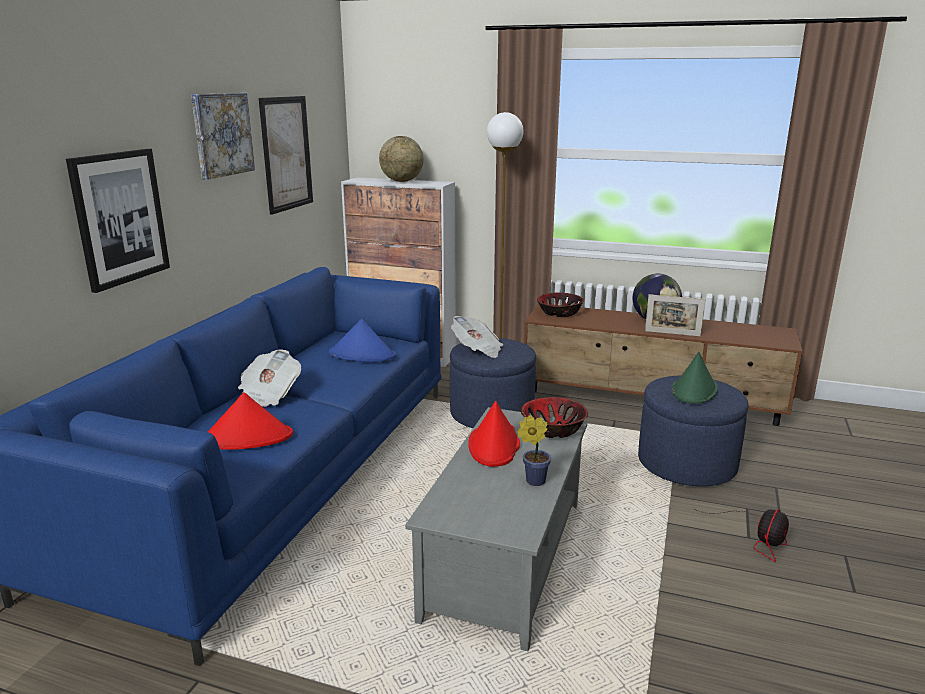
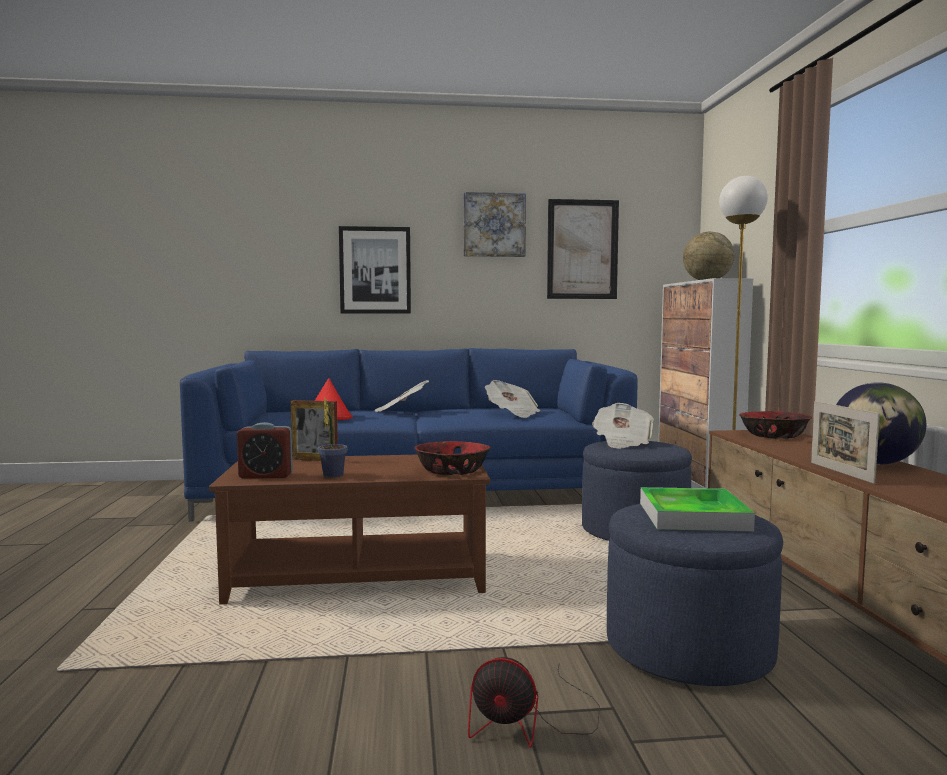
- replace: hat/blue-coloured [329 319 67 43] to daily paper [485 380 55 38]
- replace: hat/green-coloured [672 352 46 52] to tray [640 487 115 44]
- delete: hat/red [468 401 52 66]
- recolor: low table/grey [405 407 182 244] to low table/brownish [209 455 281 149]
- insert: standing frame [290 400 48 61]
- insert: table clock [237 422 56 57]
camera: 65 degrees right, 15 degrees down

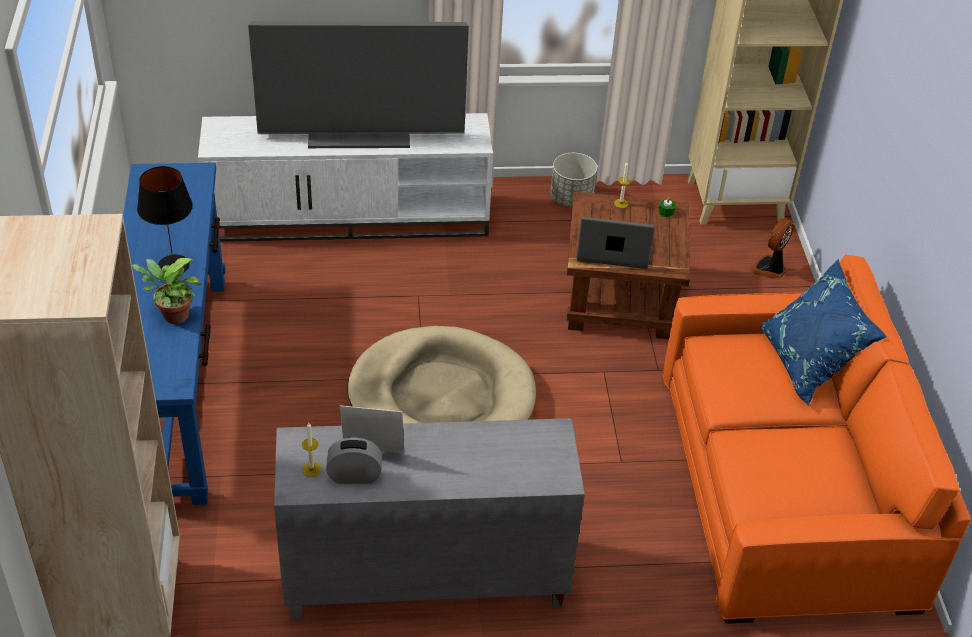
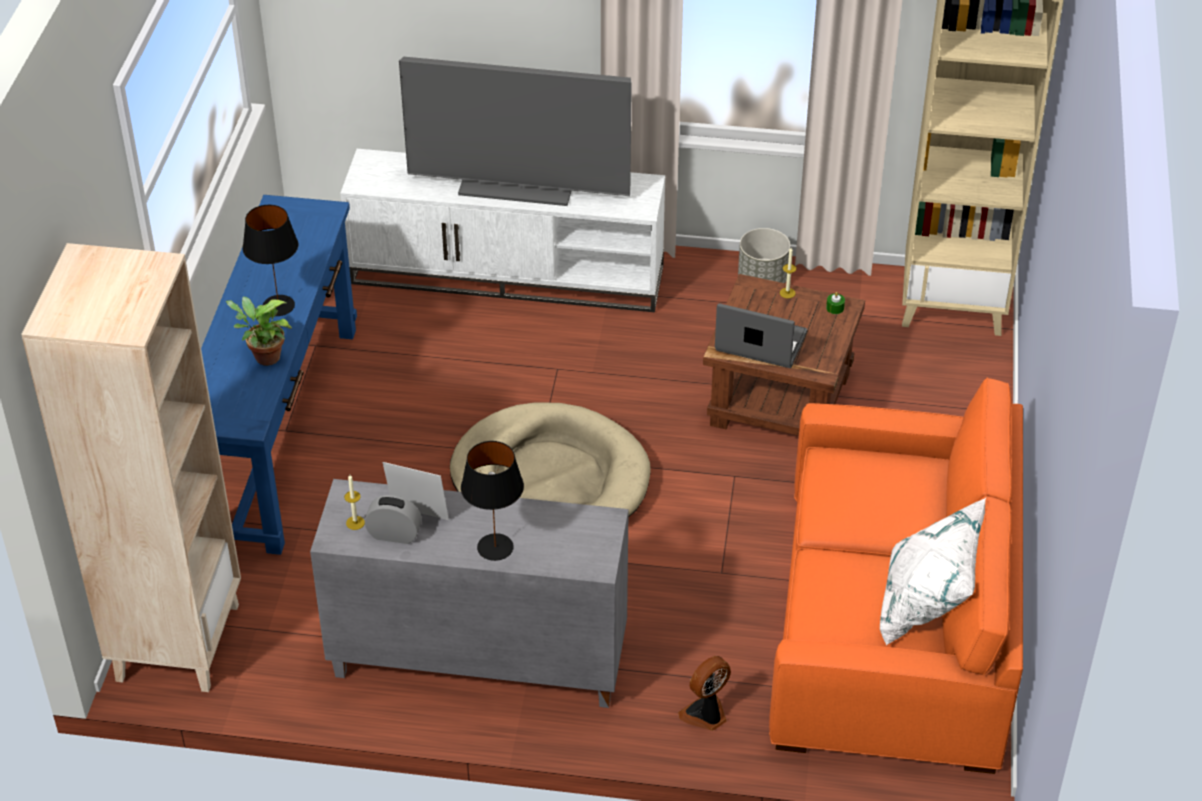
- move: fan [750 218 44 60] to [678 656 53 75]
- delete: pillow/blue-coloured [760 259 127 147]
- insert: tabletop lamp/blackish [461 441 63 120]
- insert: pillow/whitish [880 498 106 147]
camera: 15 degrees right, 0 degrees up

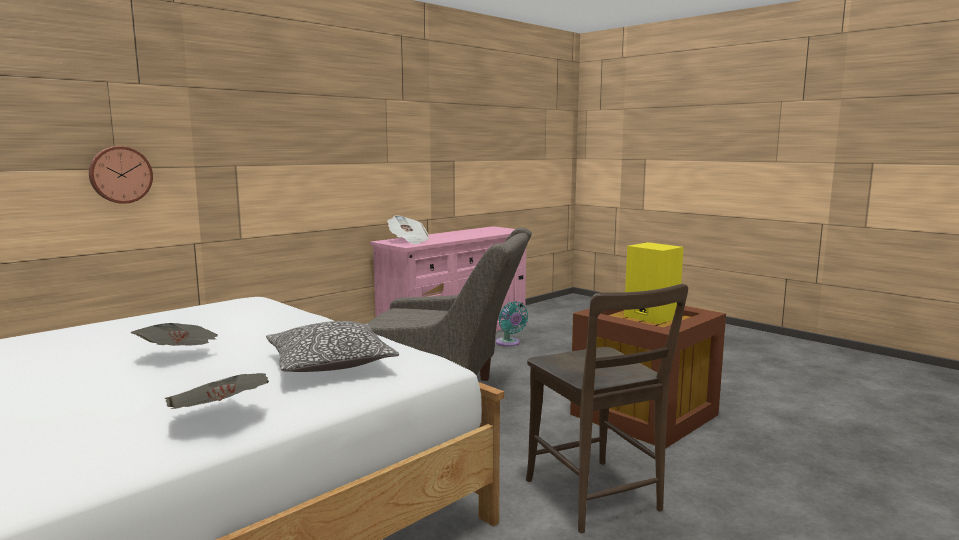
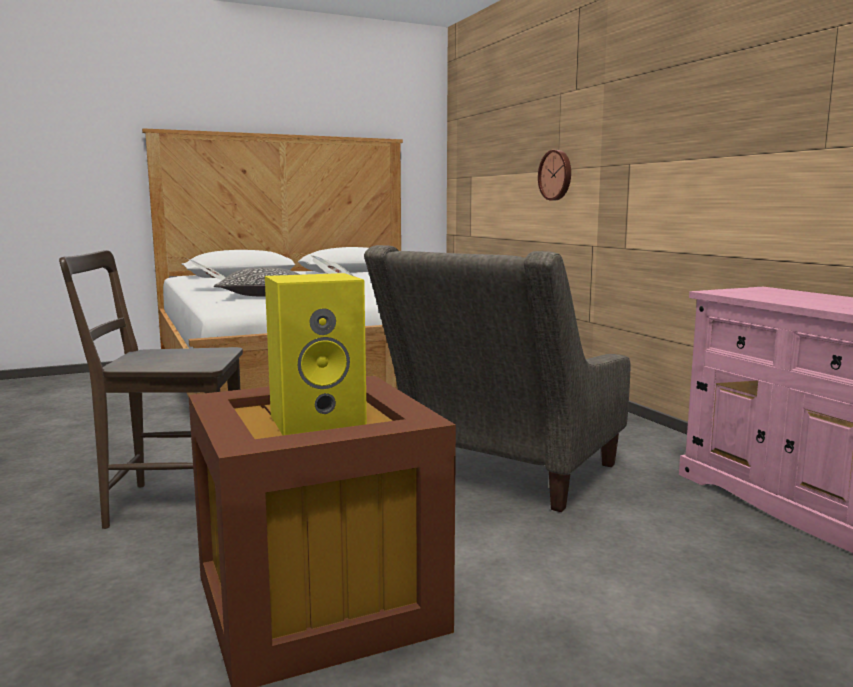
- delete: daily paper [387 215 43 29]
- delete: fan/turquoise [496 301 32 45]
camera: 110 degrees right, 0 degrees up

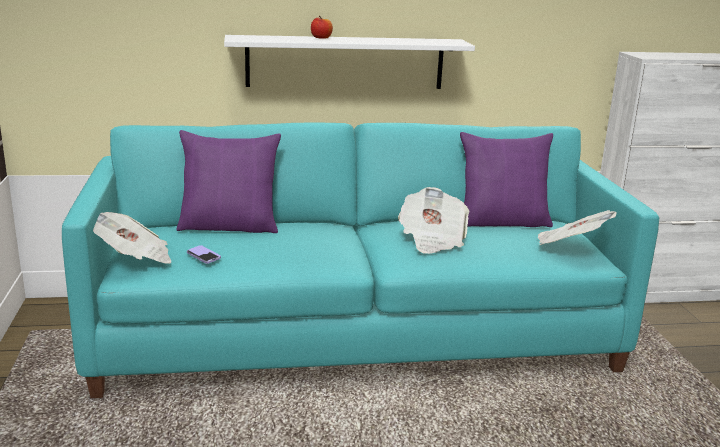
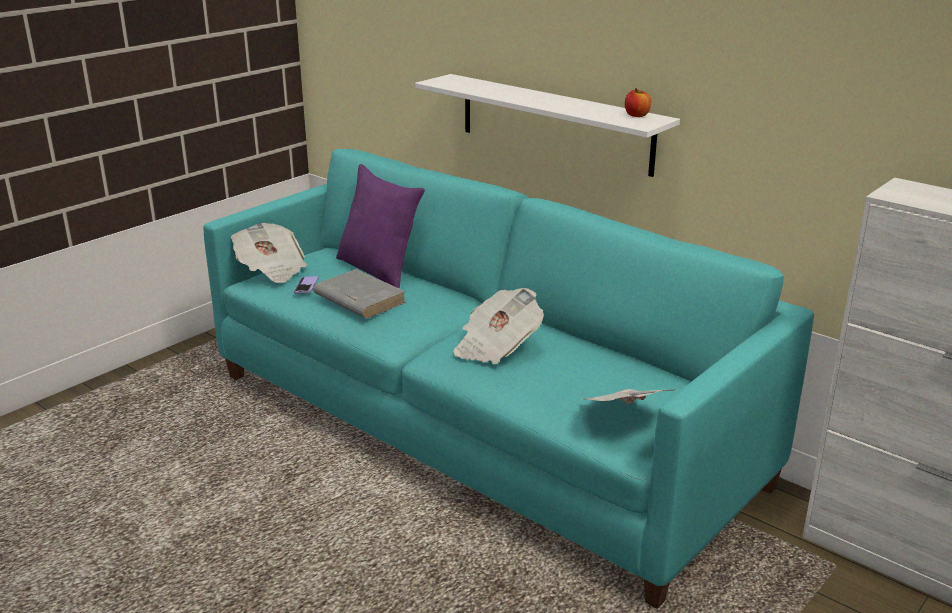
- move: apple [311 16 22 23] to [625 88 26 29]
- delete: pillow/purple [460 132 93 95]
- insert: book/grey [314 269 92 50]
camera: 50 degrees right, 5 degrees up

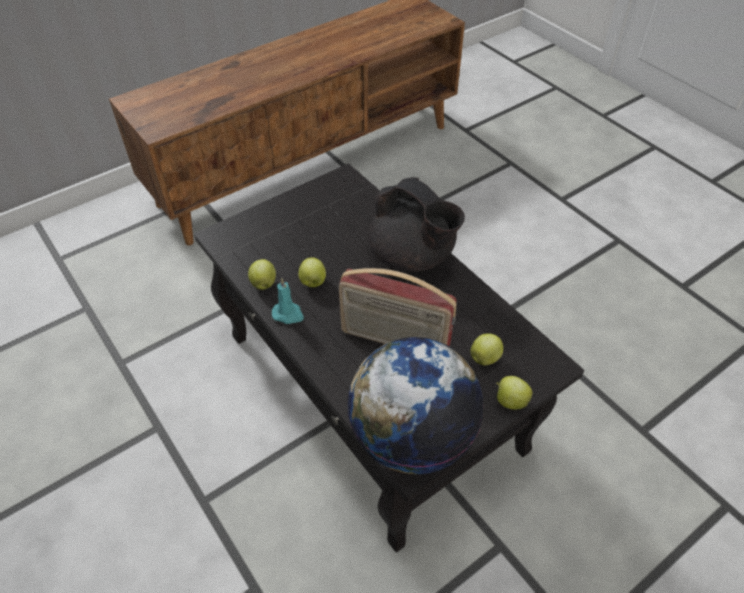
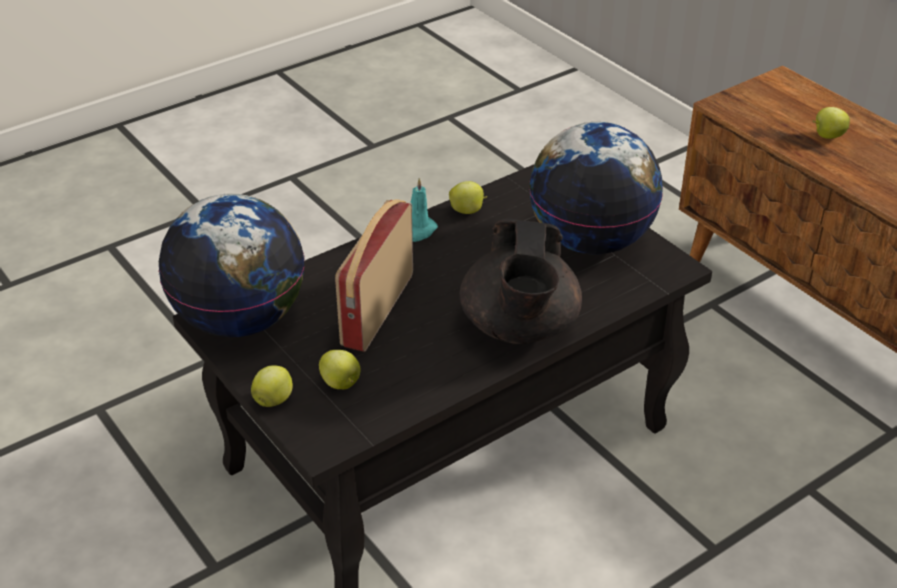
- rotate: teapot/blackish [368 177 97 95] = [460 218 122 126] 45 degrees counterclockwise
- move: apple [298 257 28 30] to [813 107 37 32]
- insert: desk globe [529 122 134 133]
camera: 90 degrees right, 10 degrees down

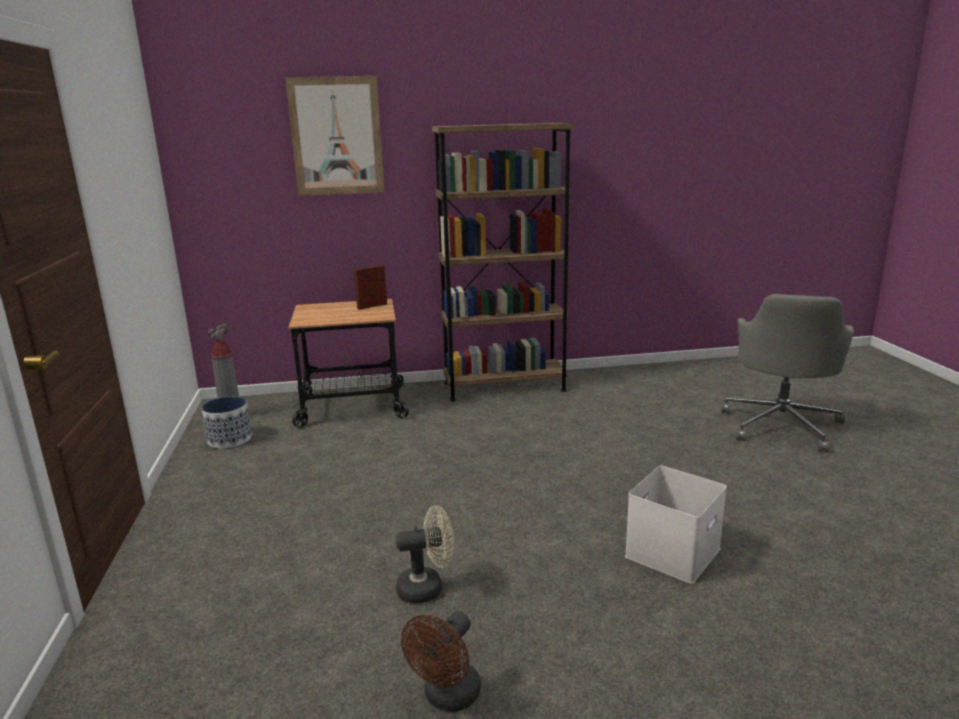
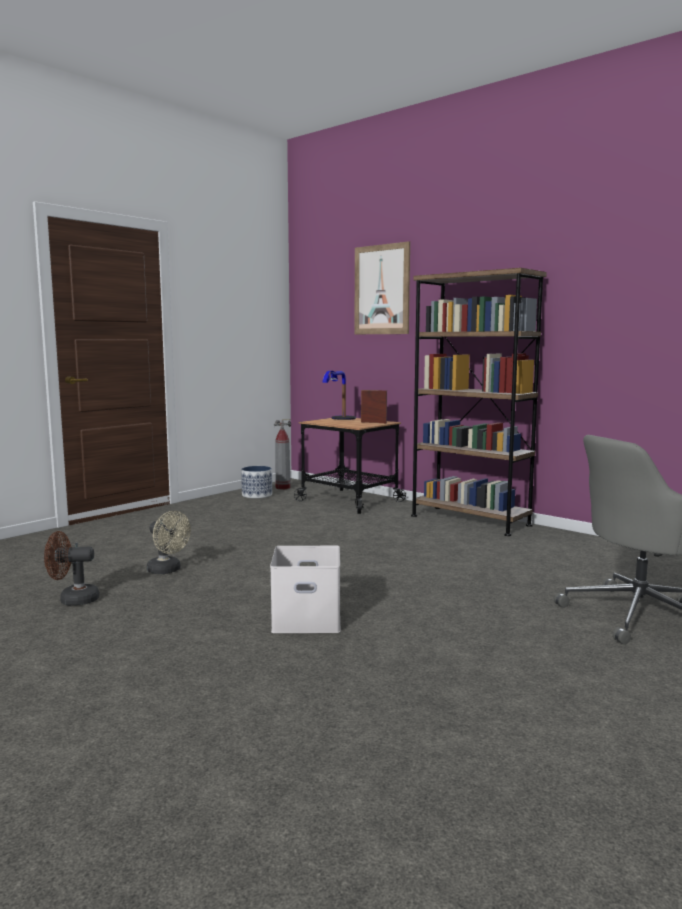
- insert: tabletop lamp [323 371 33 49]
camera: 50 degrees right, 10 degrees down

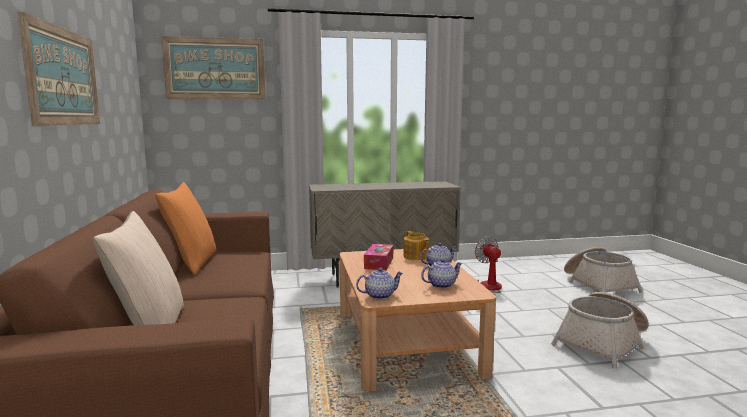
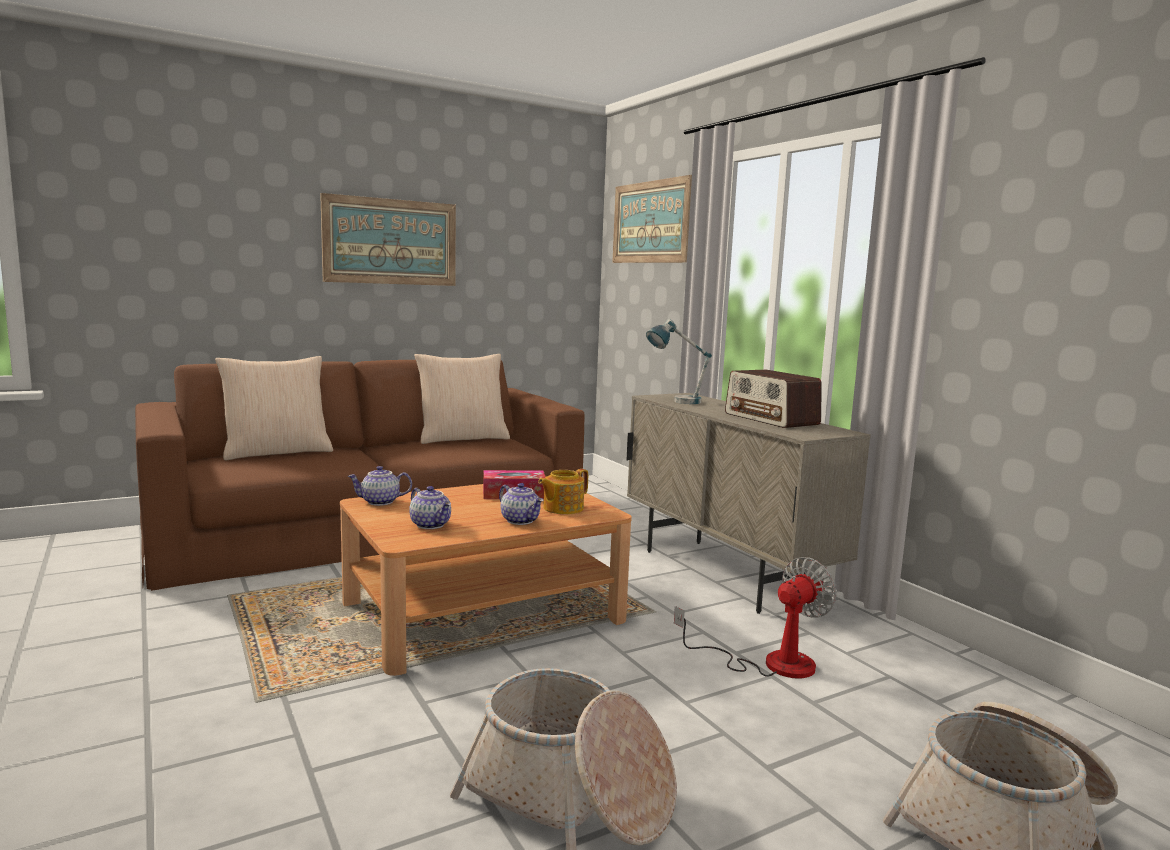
- recolor: pillow/orange [155 182 62 93] to pillow/beige-coloured [414 354 96 90]
- rotate: teapot [356 268 47 32] = [348 466 64 40] 120 degrees clockwise
- insert: tabletop lamp [646 319 66 85]
- insert: radio [725 370 97 58]
camera: 70 degrees right, 0 degrees up

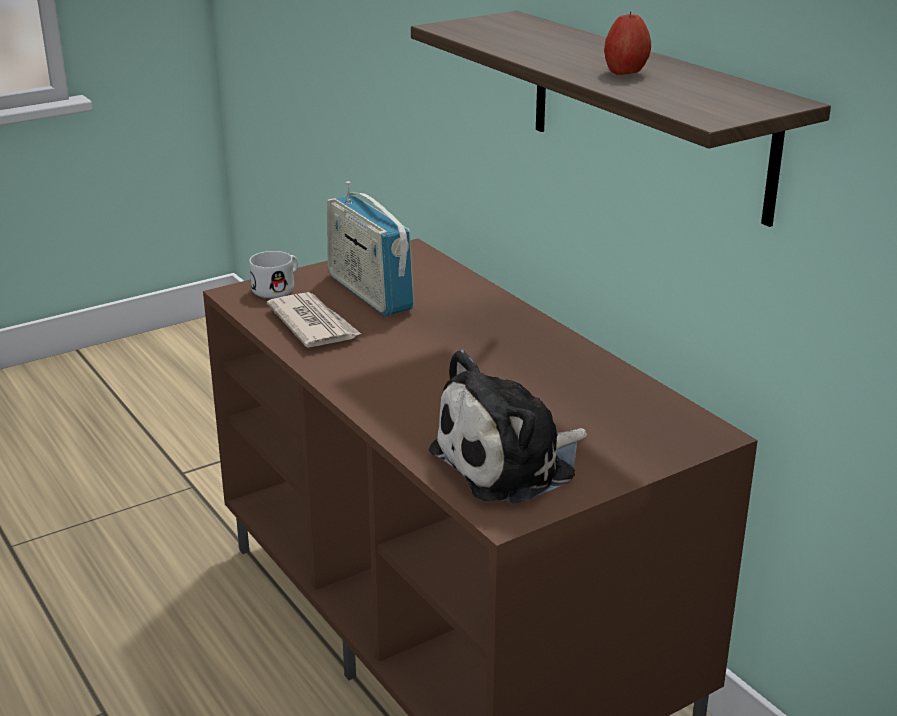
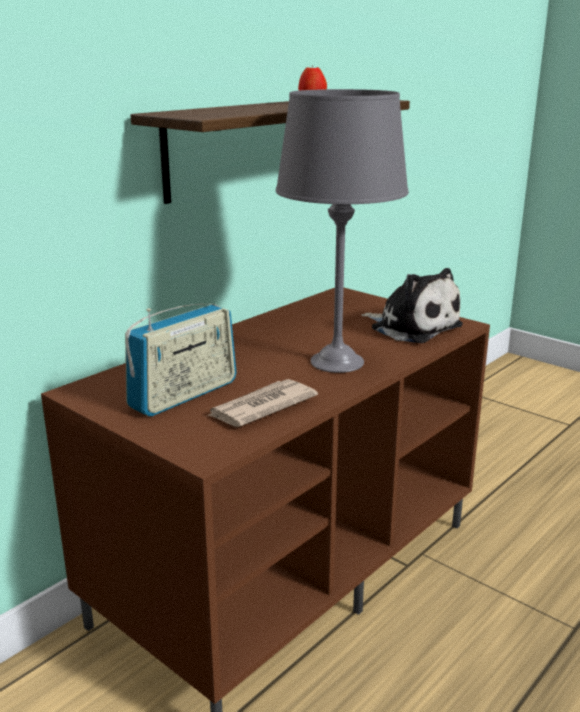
- delete: coffee mug/whitish [249 251 49 47]
- insert: tabletop lamp/grey [276 89 133 284]
camera: 105 degrees left, 5 degrees down

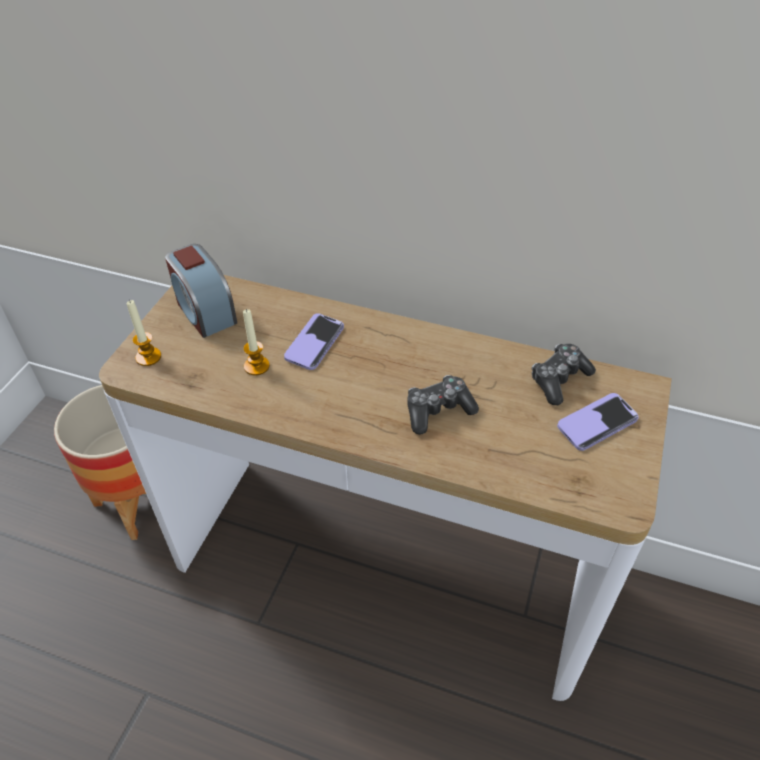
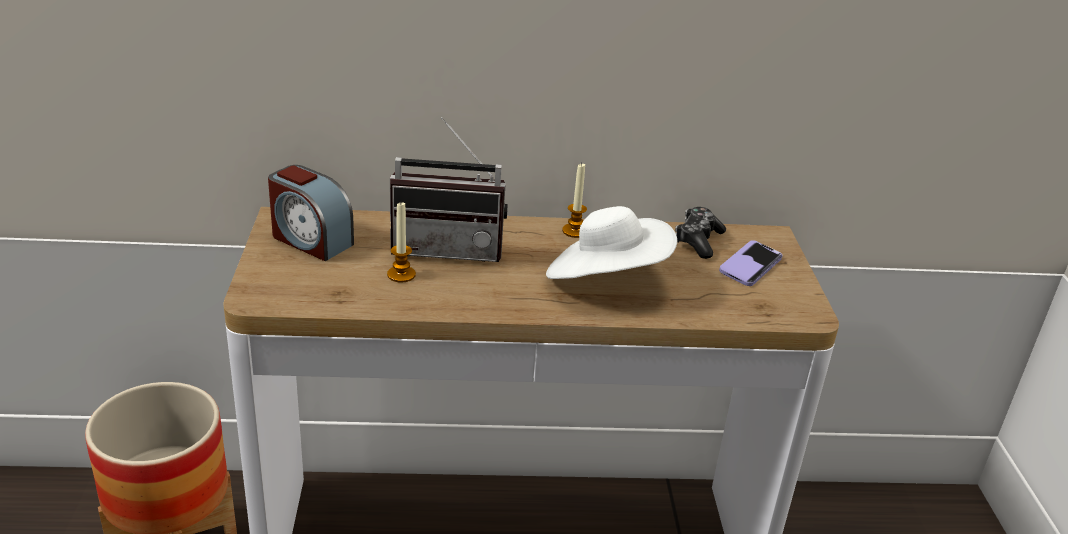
- move: candle [127 300 34 66] to [562 163 25 75]
- replace: phone [284 313 60 57] to radio [390 117 118 145]
- replace: gamepad [407 375 72 60] to hat/whitish [546 206 131 73]
camera: 25 degrees left, 15 degrees down

